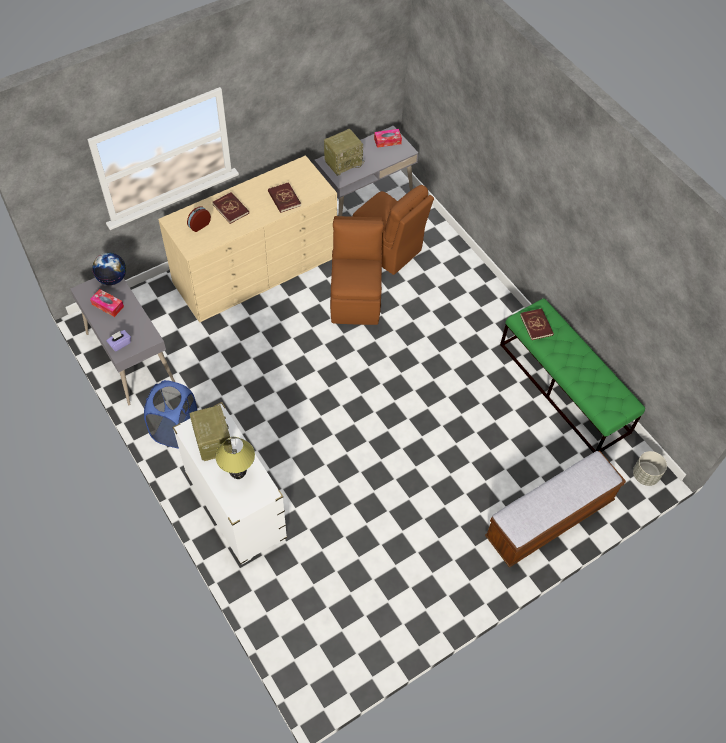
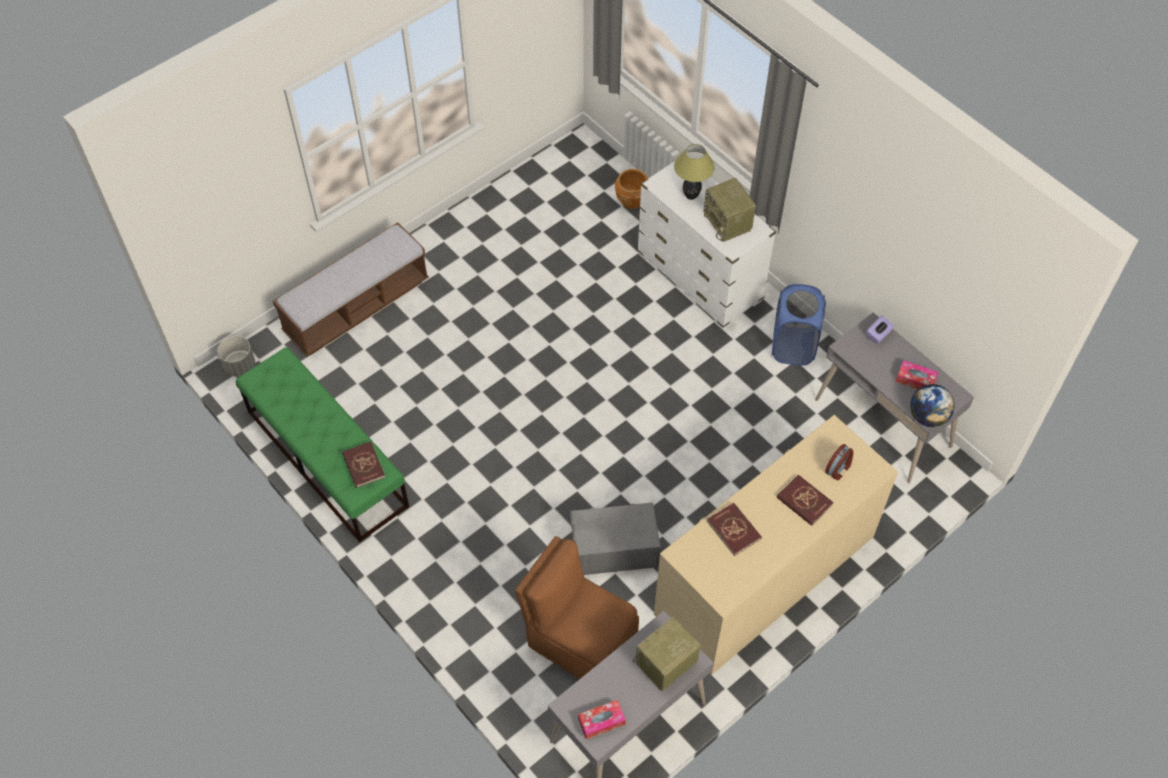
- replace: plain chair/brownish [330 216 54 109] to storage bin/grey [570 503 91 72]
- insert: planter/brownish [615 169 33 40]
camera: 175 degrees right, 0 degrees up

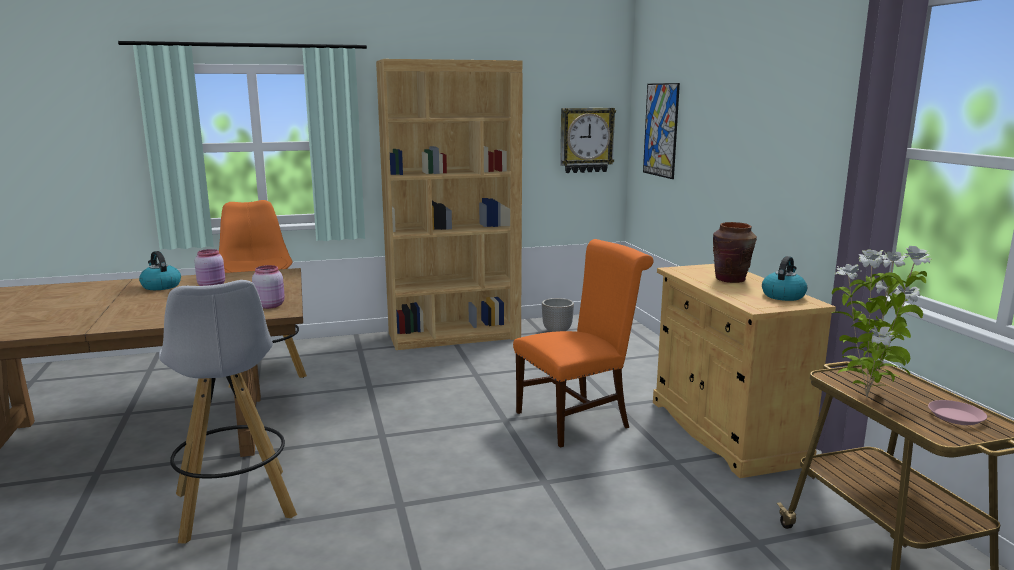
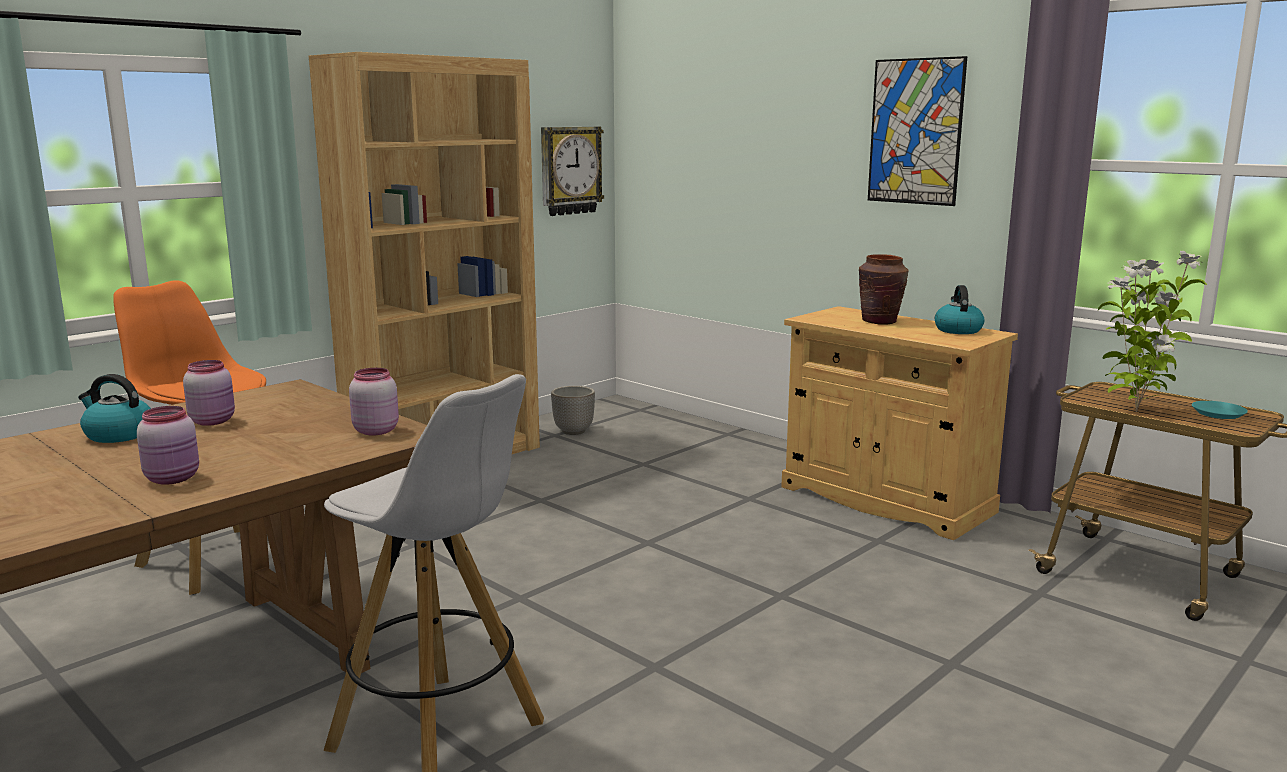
- move: wall picture [643 83 37 96] to [868 56 99 150]
- delete: plain chair/orange [513 239 141 209]
- recolor: plate/pink [928 400 59 25] to plate/turquoise [1192 401 56 18]
- insert: preserve jar/pink [137 406 62 79]
camera: 30 degrees left, 0 degrees up

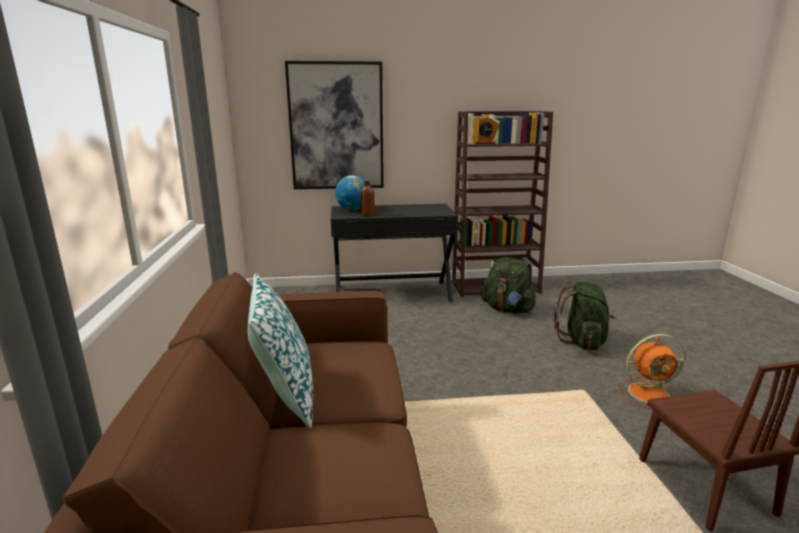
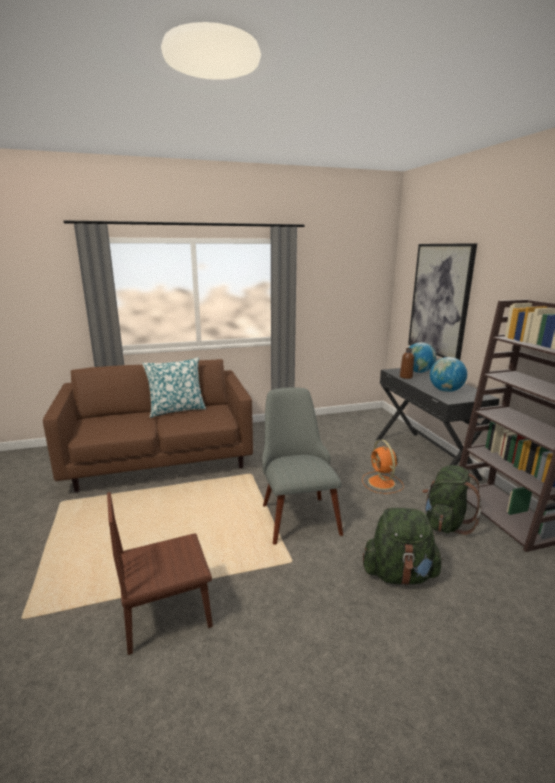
- delete: table clock [476 118 23 26]
- move: fan/orange [615 334 70 74] to [362 440 42 54]
- insert: desk globe [430 357 37 35]
- insert: plain chair/grey [262 387 81 158]
camera: 80 degrees right, 0 degrees up

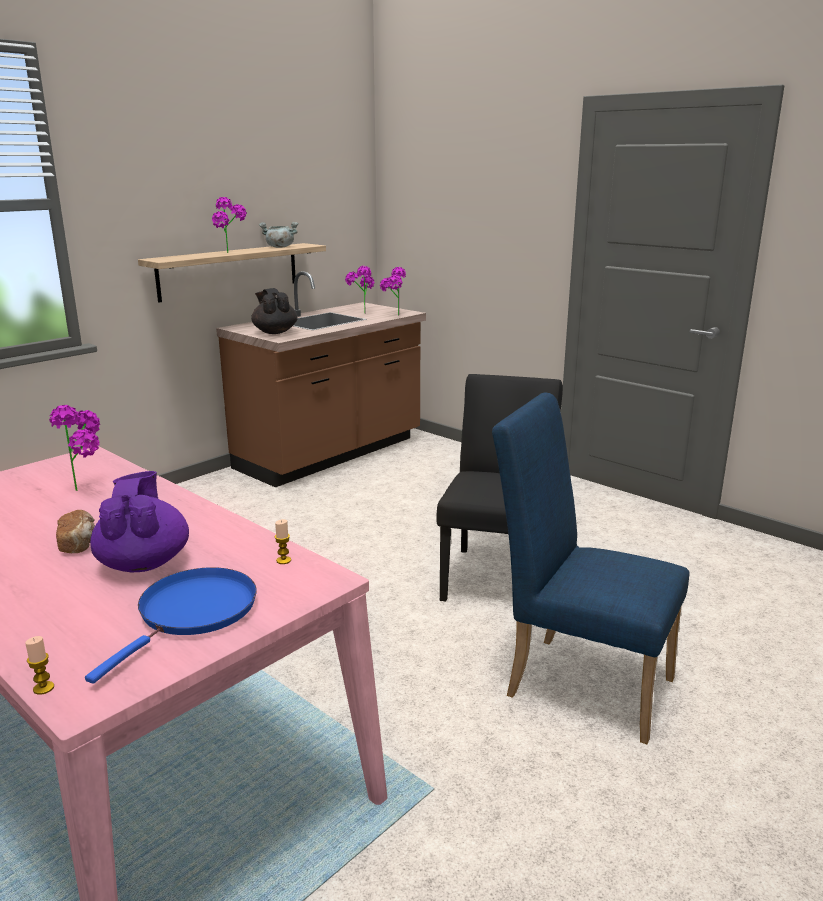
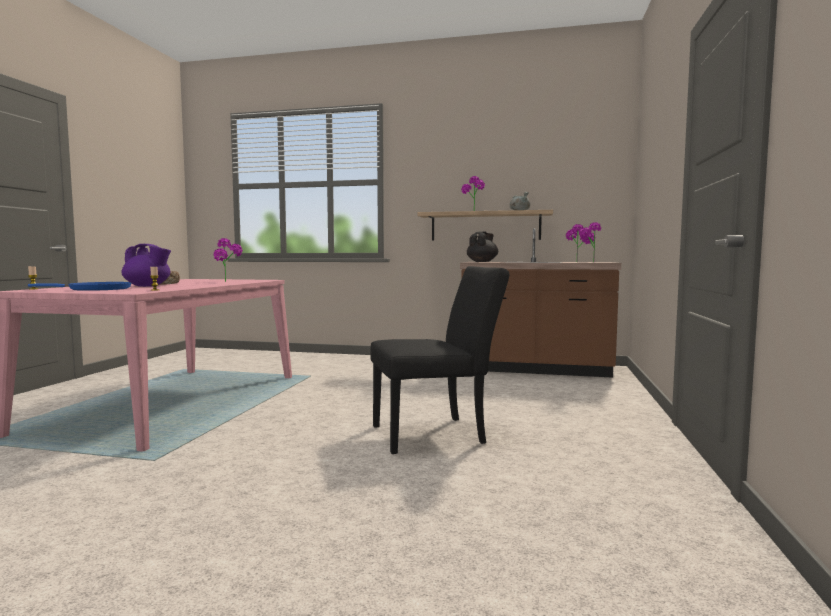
- delete: plain chair/blue-coloured [492 392 198 352]
- rotate: teapot/purple [90 471 99 101] = [121 244 50 43] 60 degrees clockwise
camera: 60 degrees right, 15 degrees down

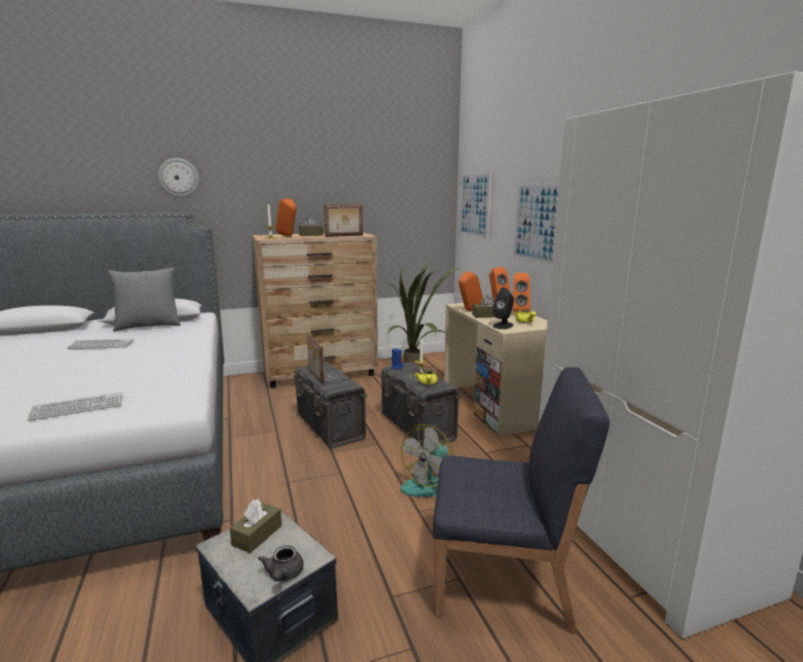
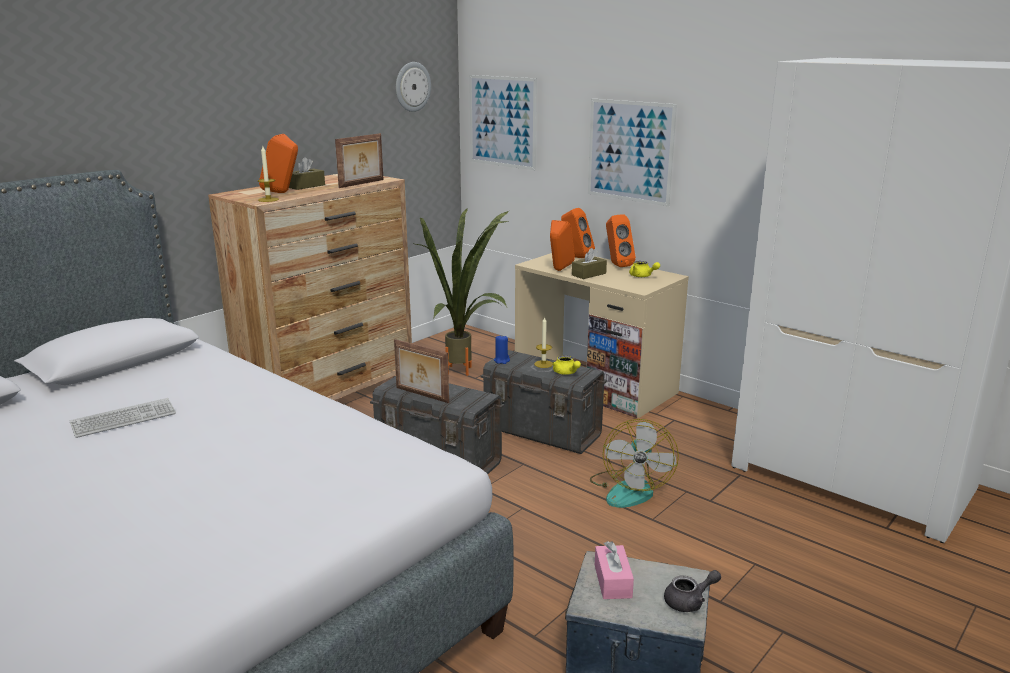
- move: wall clock [158 158 41 40] to [396 62 35 50]
- delete: pillow/grey [107 267 74 65]
- delete: audio speaker/blackish [493 289 21 40]
- delete: plain chair/blue-coloured [433 367 177 266]
- delete: keyboard [28 392 94 29]
- recolor: tissue box/brownish [230 499 52 54] to tissue box/pink [595 541 39 58]
- rotate: teapot/grey [258 545 46 36] = [664 570 57 42] 75 degrees counterclockwise
camera: 30 degrees left, 5 degrees up

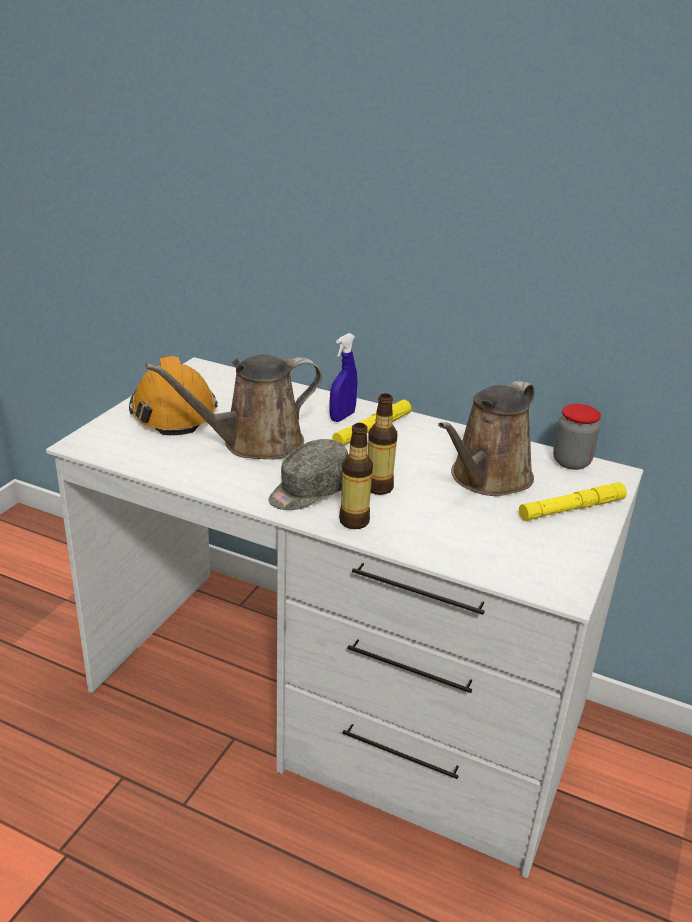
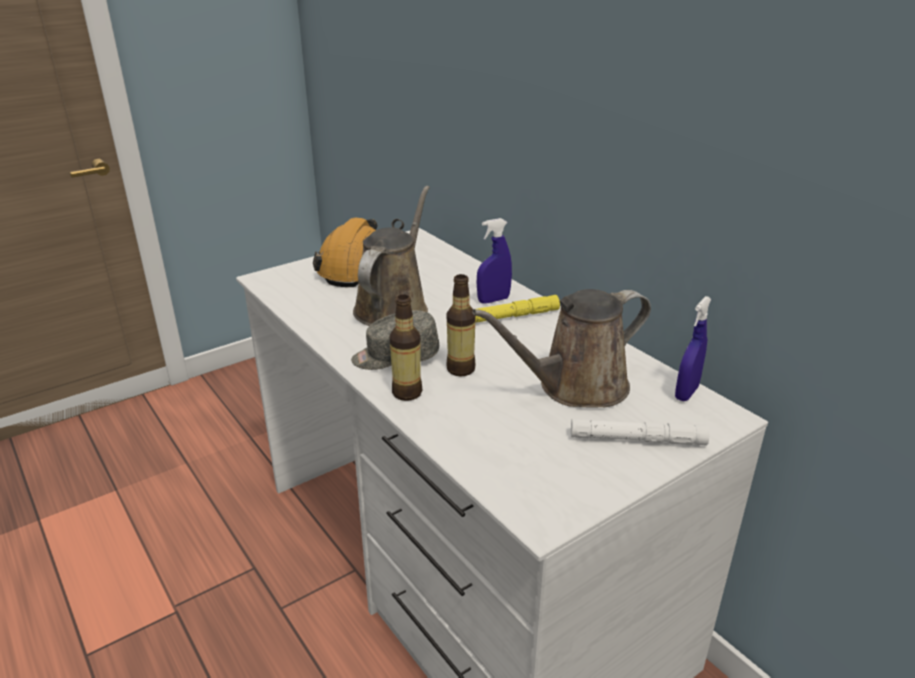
- rotate: sprinkling can/brownish [146 354 176 106] = [353 186 77 140] 105 degrees clockwise
- replace: preserve jar [553 404 48 66] to spray bottle/blue-coloured [675 296 36 105]
- recolor: torch/yellow-coloured [519 482 108 39] to torch/whitish [571 419 138 26]
camera: 30 degrees right, 0 degrees up

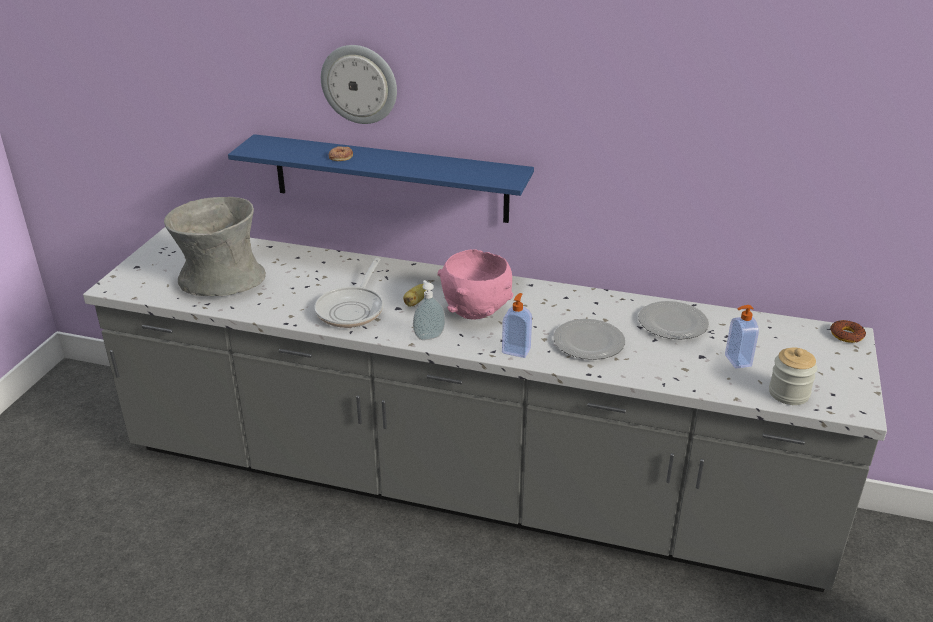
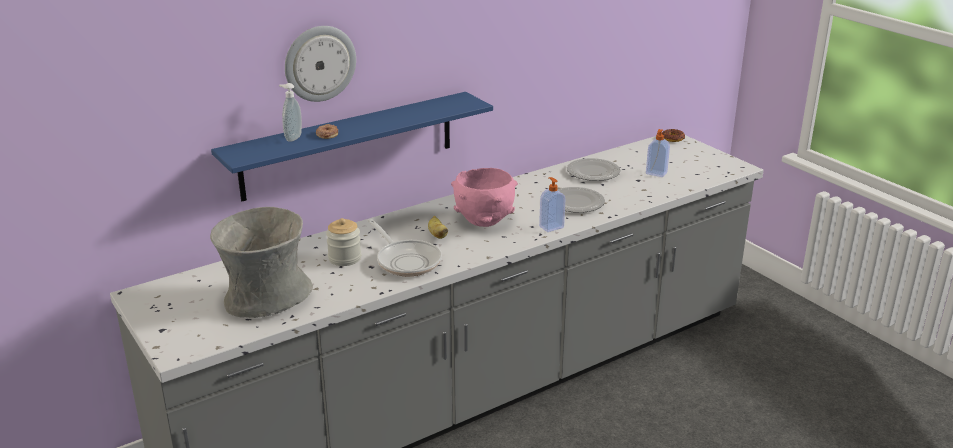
- move: soap dispenser [413 280 32 60] to [279 83 23 59]
- move: preserve jar [769 347 48 58] to [326 218 35 48]
camera: 50 degrees left, 5 degrees down

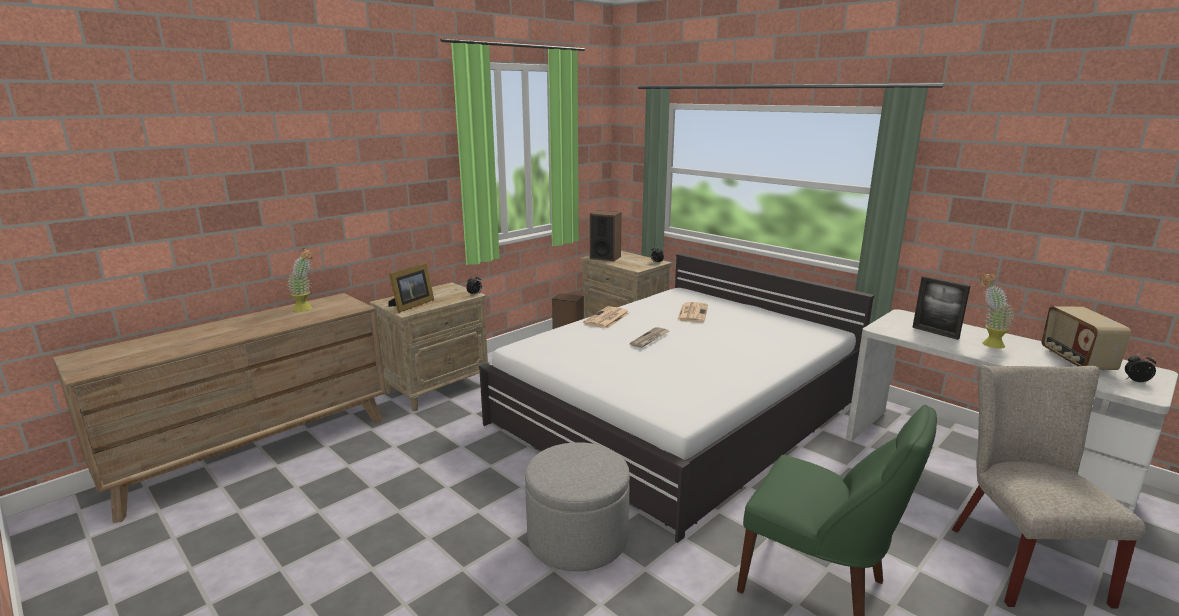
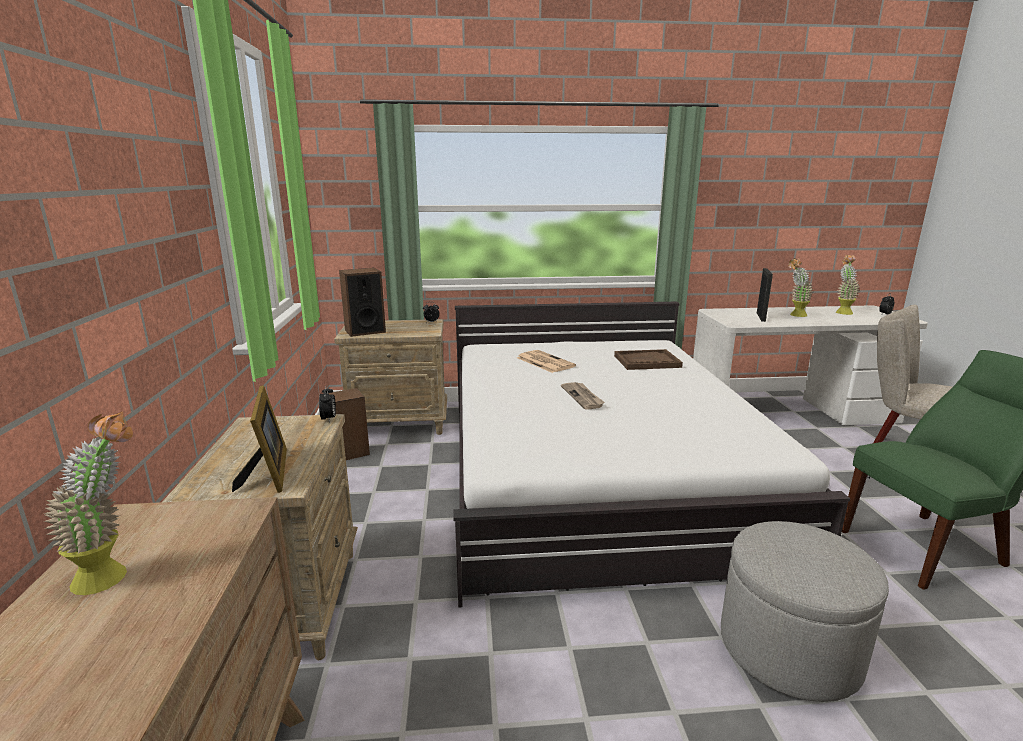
- rotate: standing frame [912 276 58 64] = [757 268 16 54] 75 degrees counterclockwise
- delete: daily paper [583 306 46 23]
- replace: radio [1041 306 90 65] to plant in a pot [836 255 24 60]
- insert: tray/brownish [614 349 69 21]
camera: 50 degrees left, 0 degrees up

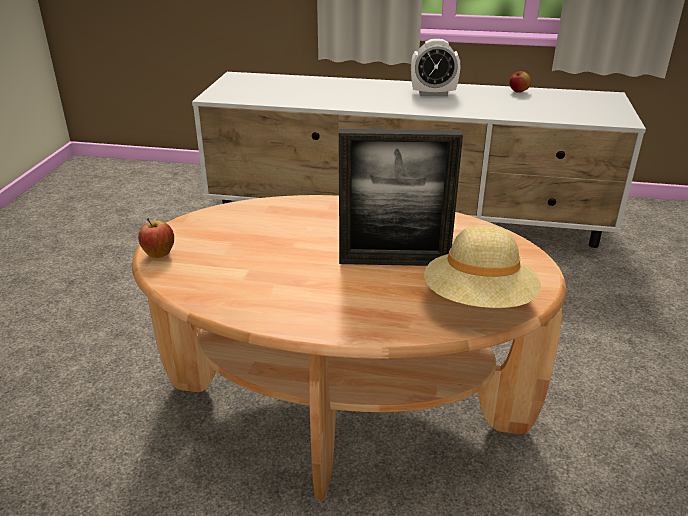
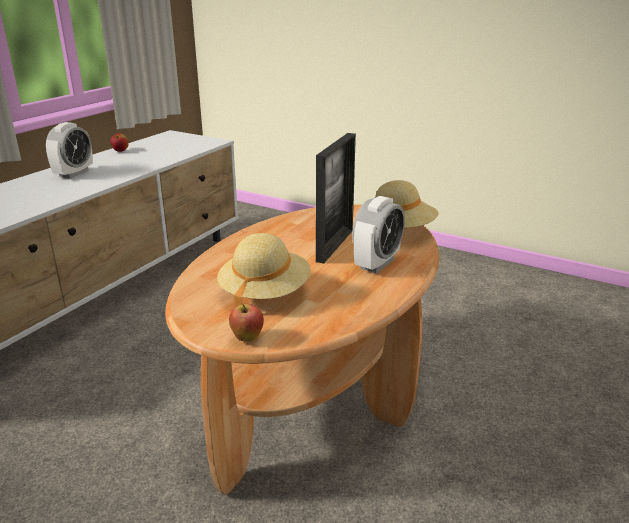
- insert: table clock [352 196 53 77]
- insert: hat/beige-coloured [217 233 94 74]
camera: 70 degrees left, 5 degrees down

